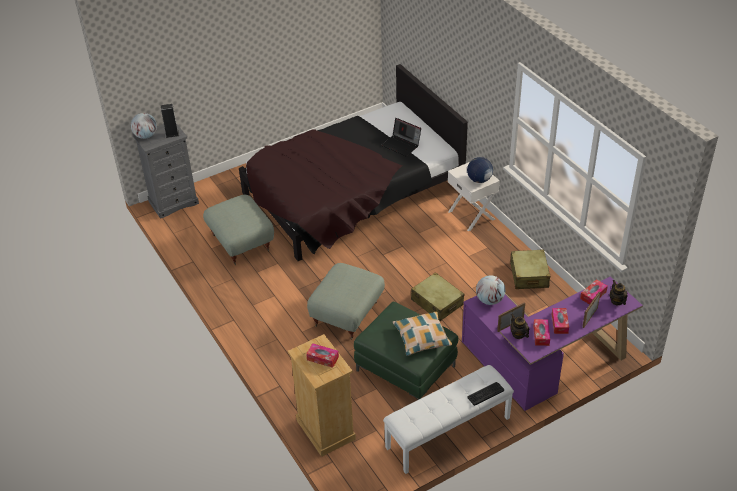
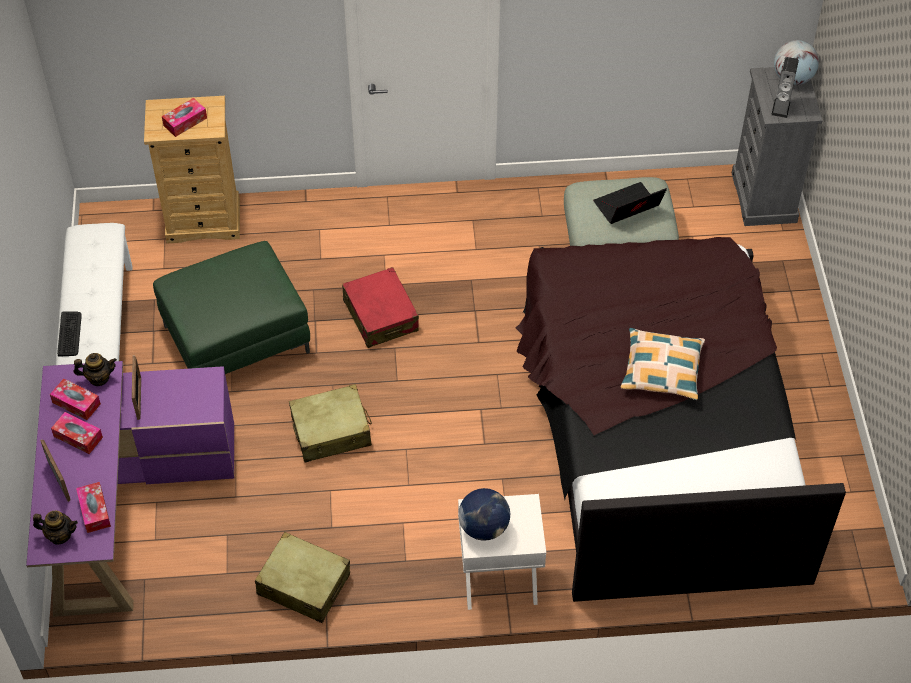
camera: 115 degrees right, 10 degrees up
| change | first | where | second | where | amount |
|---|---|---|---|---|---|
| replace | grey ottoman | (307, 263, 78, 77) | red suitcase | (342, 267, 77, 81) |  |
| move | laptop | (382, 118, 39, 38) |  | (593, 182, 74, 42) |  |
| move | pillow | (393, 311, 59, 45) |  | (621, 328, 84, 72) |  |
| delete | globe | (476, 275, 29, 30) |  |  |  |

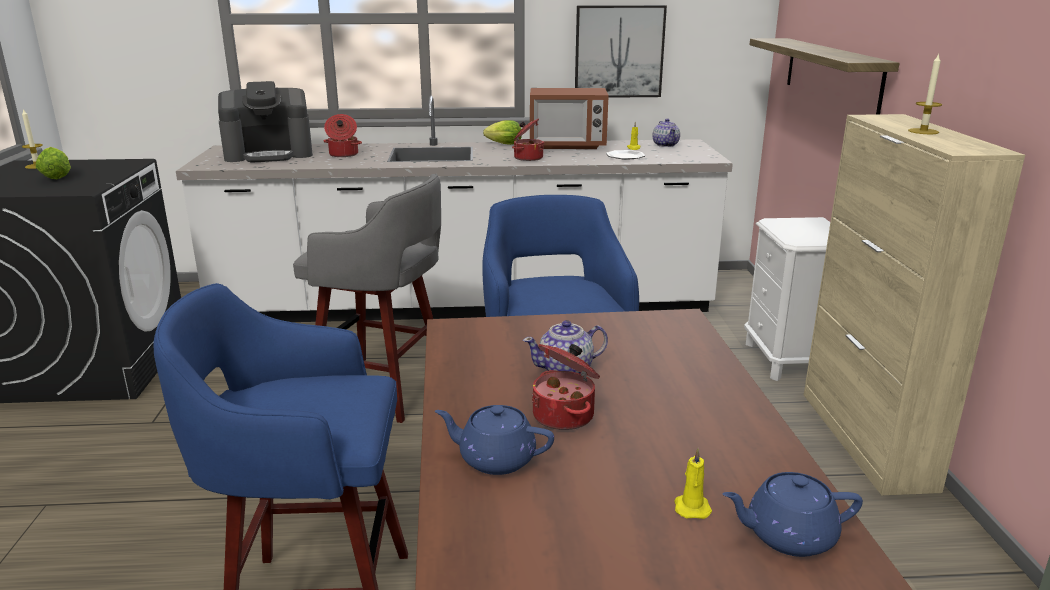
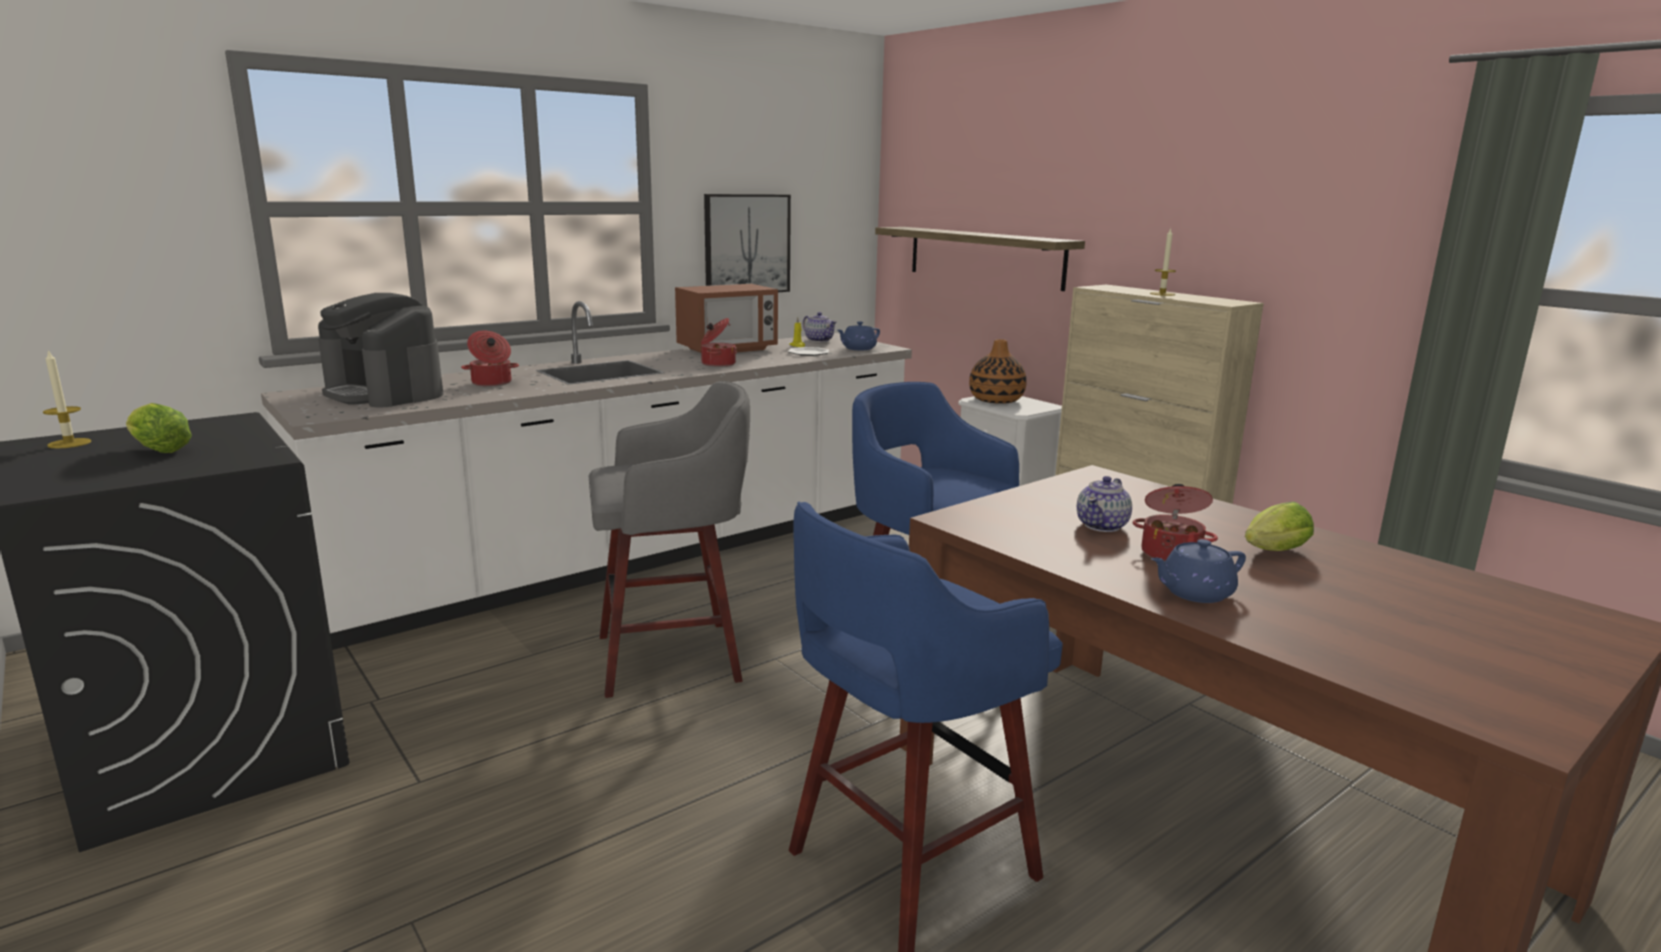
camera: 35 degrees left, 5 degrees down
| change | first | where | second | where | amount |
|---|---|---|---|---|---|
| rotate | coffee machine | (218, 81, 95, 82) |  | (318, 293, 125, 115) | 90 degrees clockwise |
| move | lettuce | (483, 120, 39, 25) |  | (1245, 502, 69, 49) |  |
| delete | yellow candle | (674, 448, 38, 71) |  |  |  |
| move | blue teapot | (722, 472, 141, 85) |  | (837, 322, 43, 28) |  |
| insert |  |  | vase | (969, 339, 58, 65) |  |

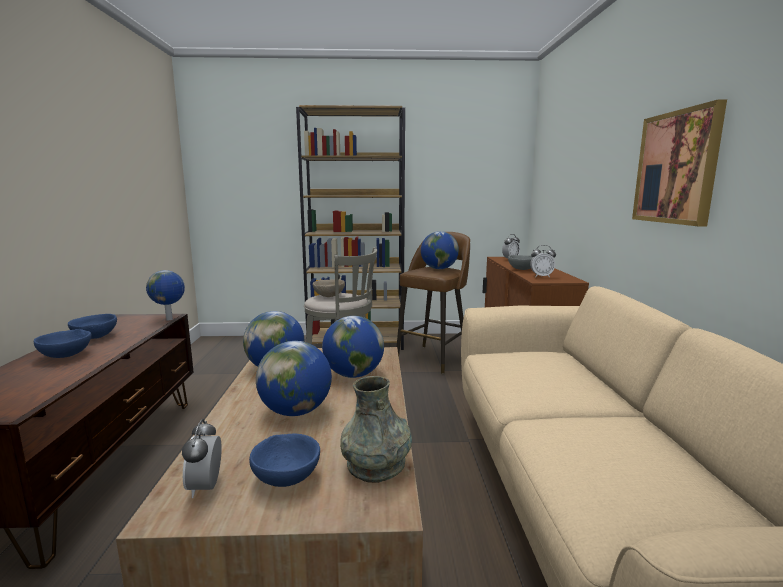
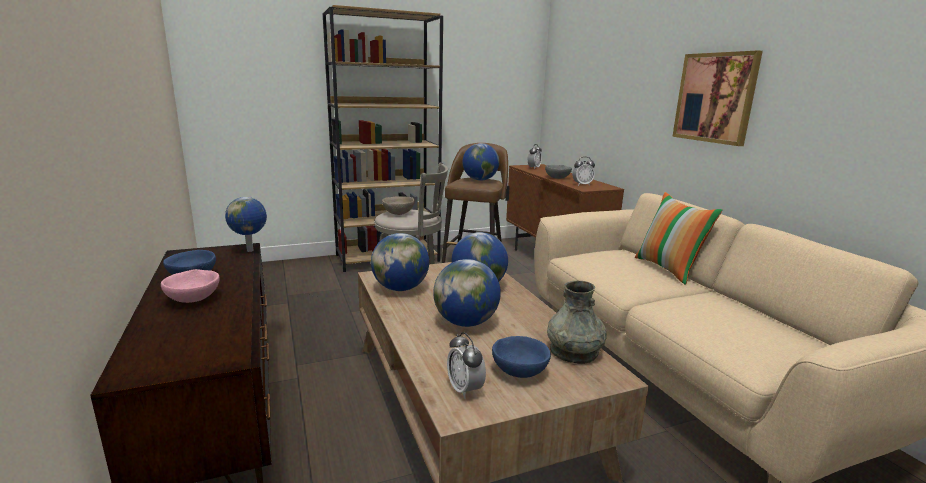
camera: 20 degrees left, 5 degrees up
| change | first | where | second | where | amount |
|---|---|---|---|---|---|
| recolor | blue bowl | (34, 329, 57, 29) | pink bowl | (161, 269, 59, 34) |  |
| insert |  |  | pillow | (635, 192, 88, 93) |  |

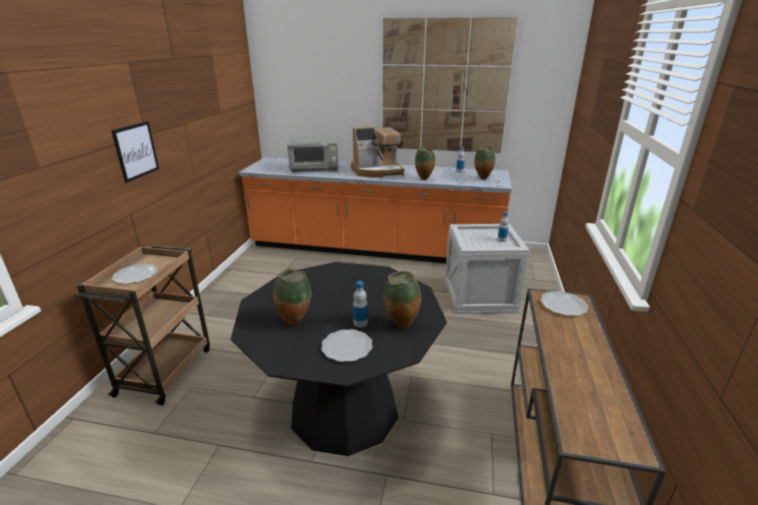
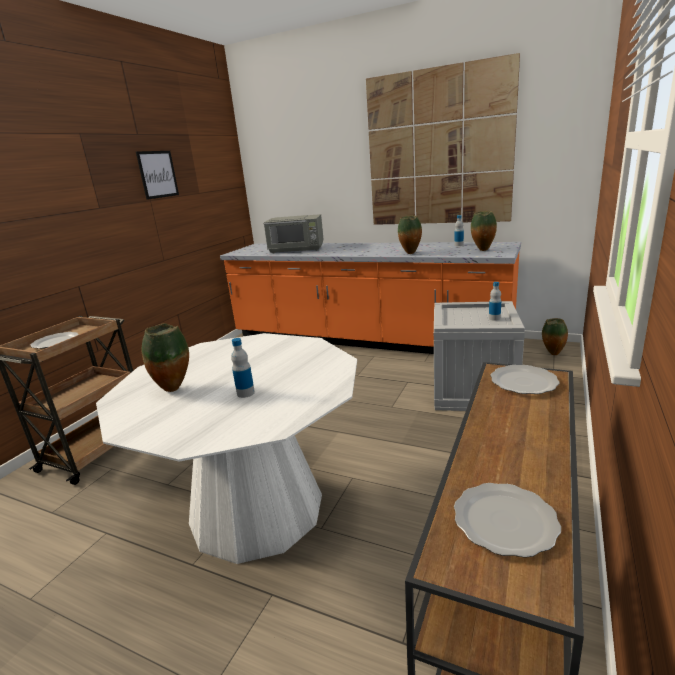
camera: 15 degrees right, 5 degrees down
| change | first | where | second | where | amount |
|---|---|---|---|---|---|
| move | picture | (112, 121, 47, 62) |  | (136, 151, 43, 49) |  |
| recolor | black dining table | (231, 262, 216, 194) | white dining table | (96, 333, 261, 231) |  |
| move | plate | (321, 329, 52, 33) |  | (454, 483, 107, 75) |  |
| delete | coffee machine | (351, 127, 54, 50) |  |  |  |
| move | vase | (383, 271, 38, 58) |  | (542, 318, 26, 37) |  |

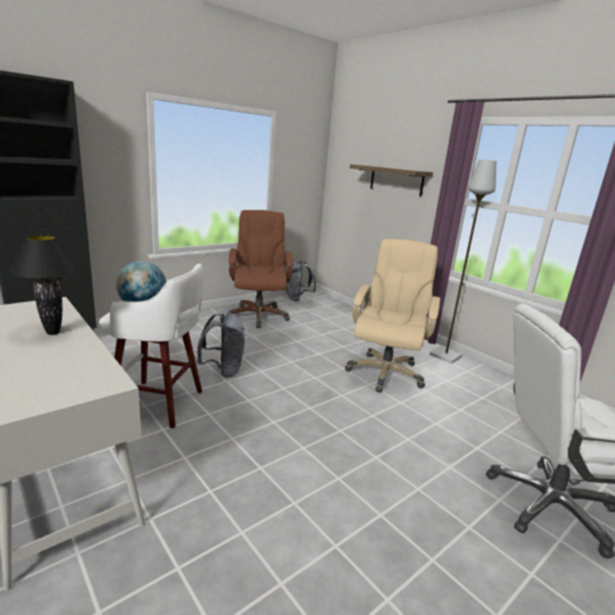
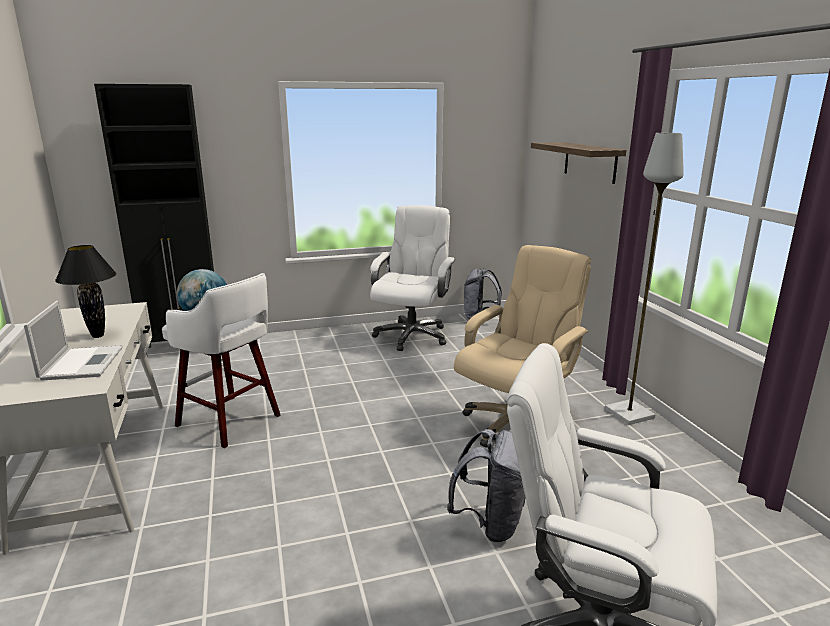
camera: 25 degrees right, 0 degrees up
| change | first | where | second | where | amount |
|---|---|---|---|---|---|
| move | grey backpack | (197, 313, 48, 65) |  | (447, 429, 78, 113) |  |
| recolor | brown office chair | (228, 210, 65, 118) | white office chair | (370, 205, 85, 146) |  |
| insert |  |  | laptop | (24, 301, 99, 80) |  |

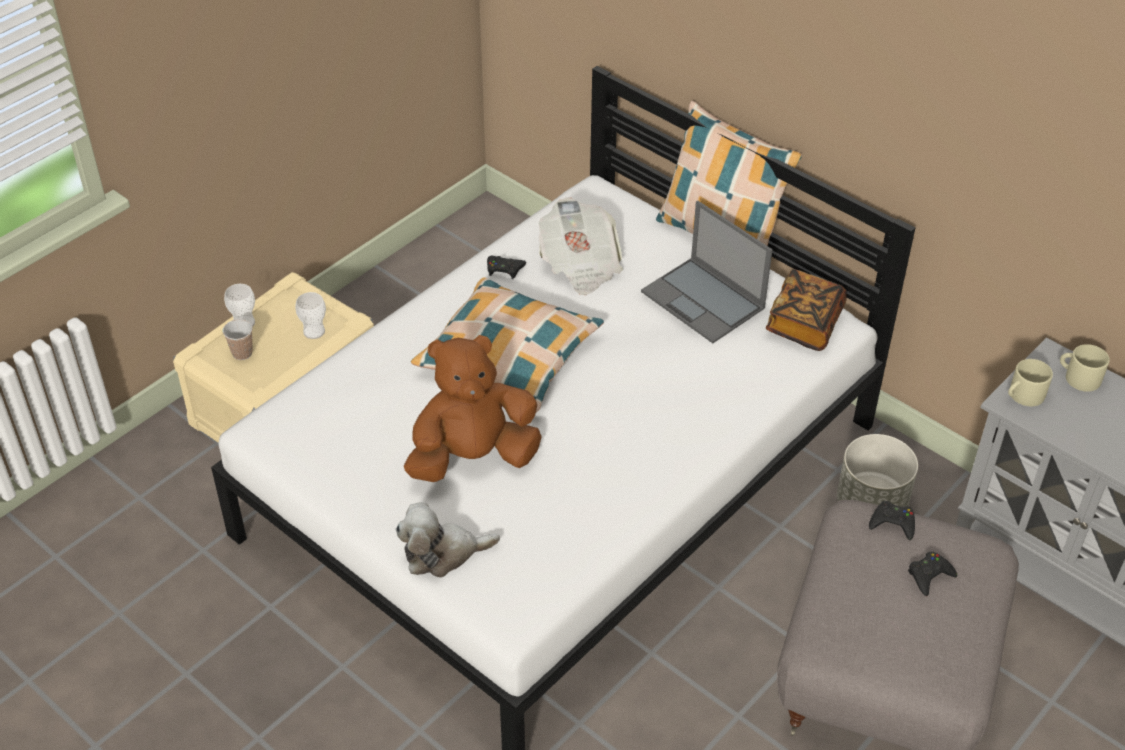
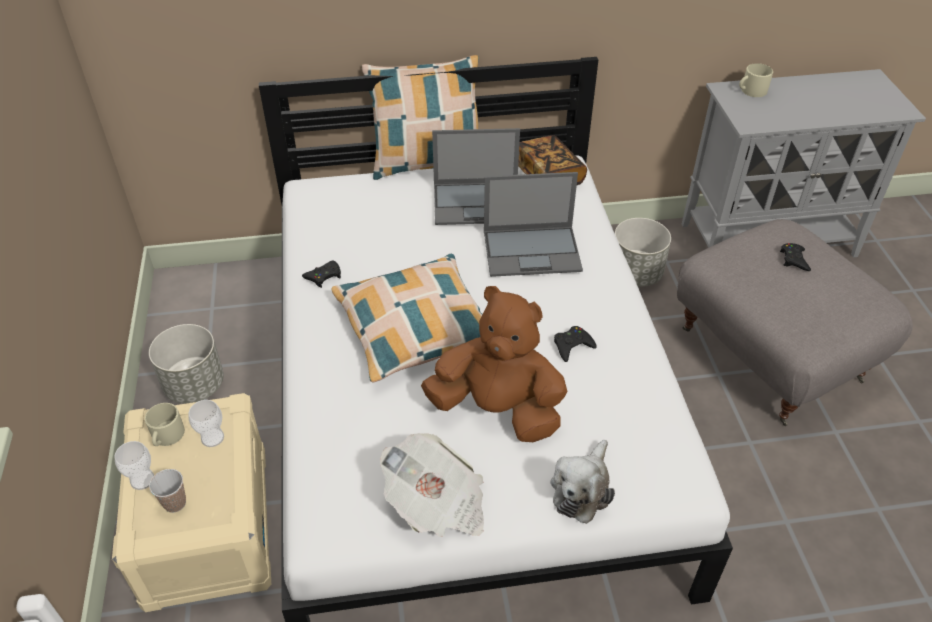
camera: 50 degrees left, 0 degrees up
| change | first | where | second | where | amount |
|---|---|---|---|---|---|
| rotate | brown plush toy | (404, 335, 138, 147) |  | (421, 286, 146, 156) | 90 degrees clockwise |
| move | newspaper | (538, 197, 85, 98) |  | (380, 433, 104, 104) |  |
| move | black game controller | (869, 501, 46, 39) |  | (554, 326, 42, 36) |  |
| move | beige mug | (1008, 359, 45, 47) |  | (145, 403, 40, 43) |  |
| insert |  |  | grey planter | (149, 324, 75, 79) |  |
| insert |  |  | laptop | (484, 172, 99, 105) |  |

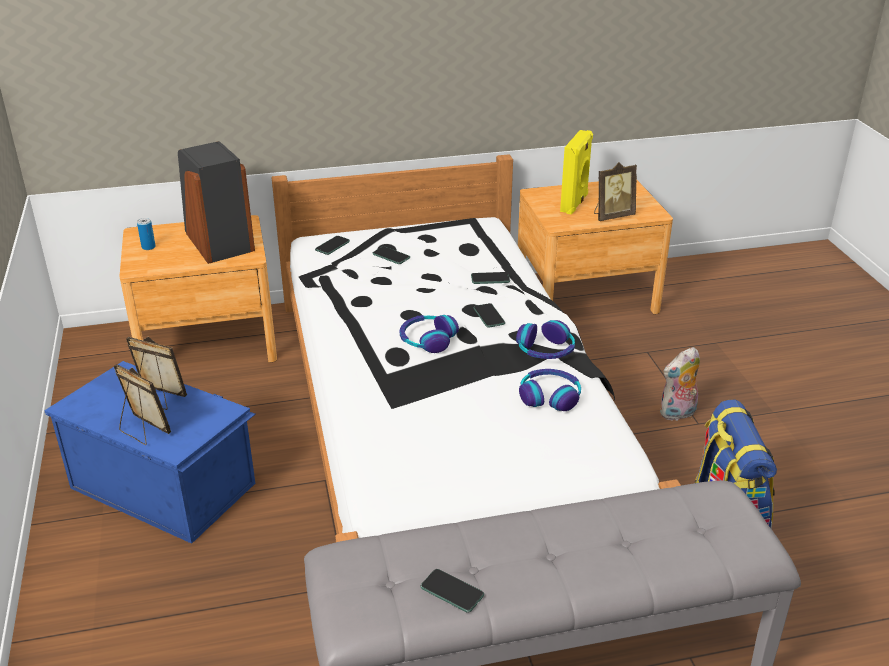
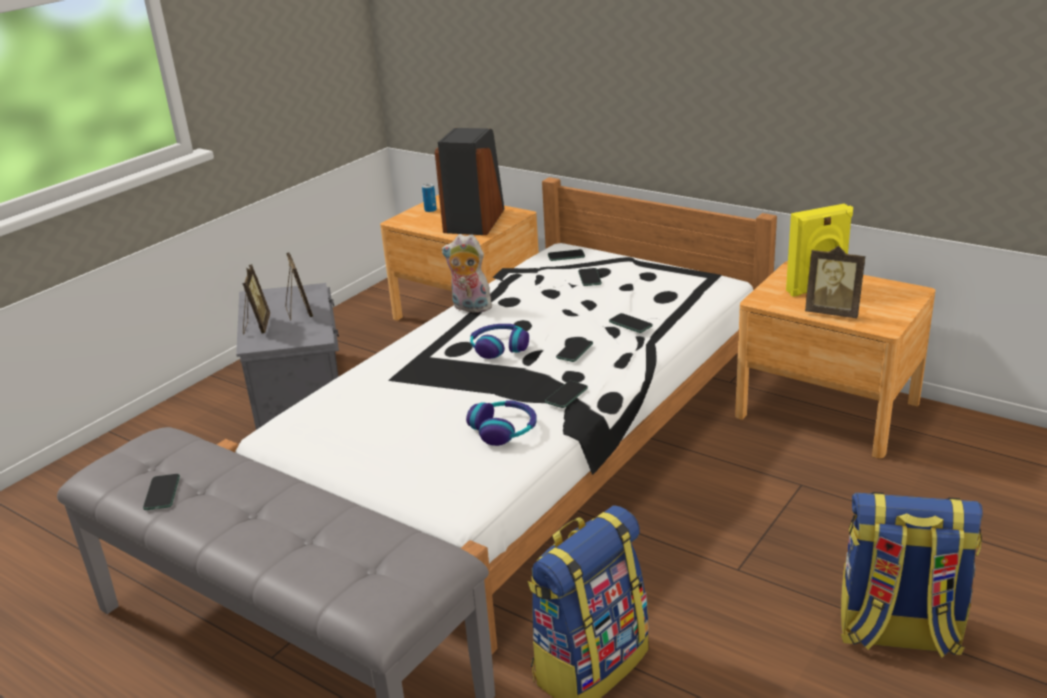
camera: 50 degrees right, 5 degrees down
| change | first | where | second | where | amount |
|---|---|---|---|---|---|
| recolor | blue storage box | (44, 361, 212, 183) | grey storage box | (236, 283, 103, 147) |  |
| replace | headphones | (516, 320, 59, 39) | phone | (545, 381, 43, 27) |  |
| move | plush toy | (660, 347, 40, 74) |  | (442, 234, 52, 79) |  |
| insert |  |  | backpack | (841, 492, 141, 166) |  |

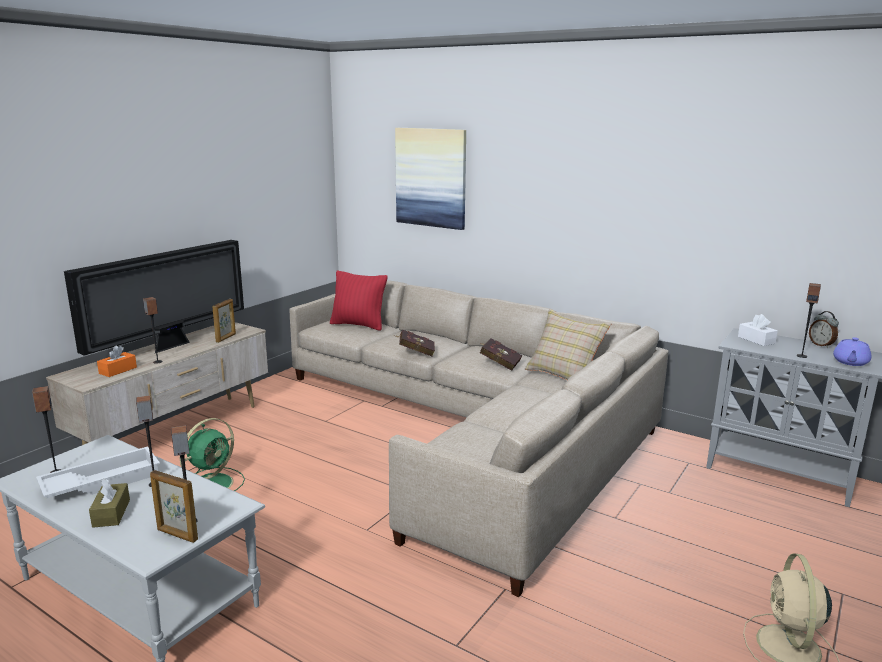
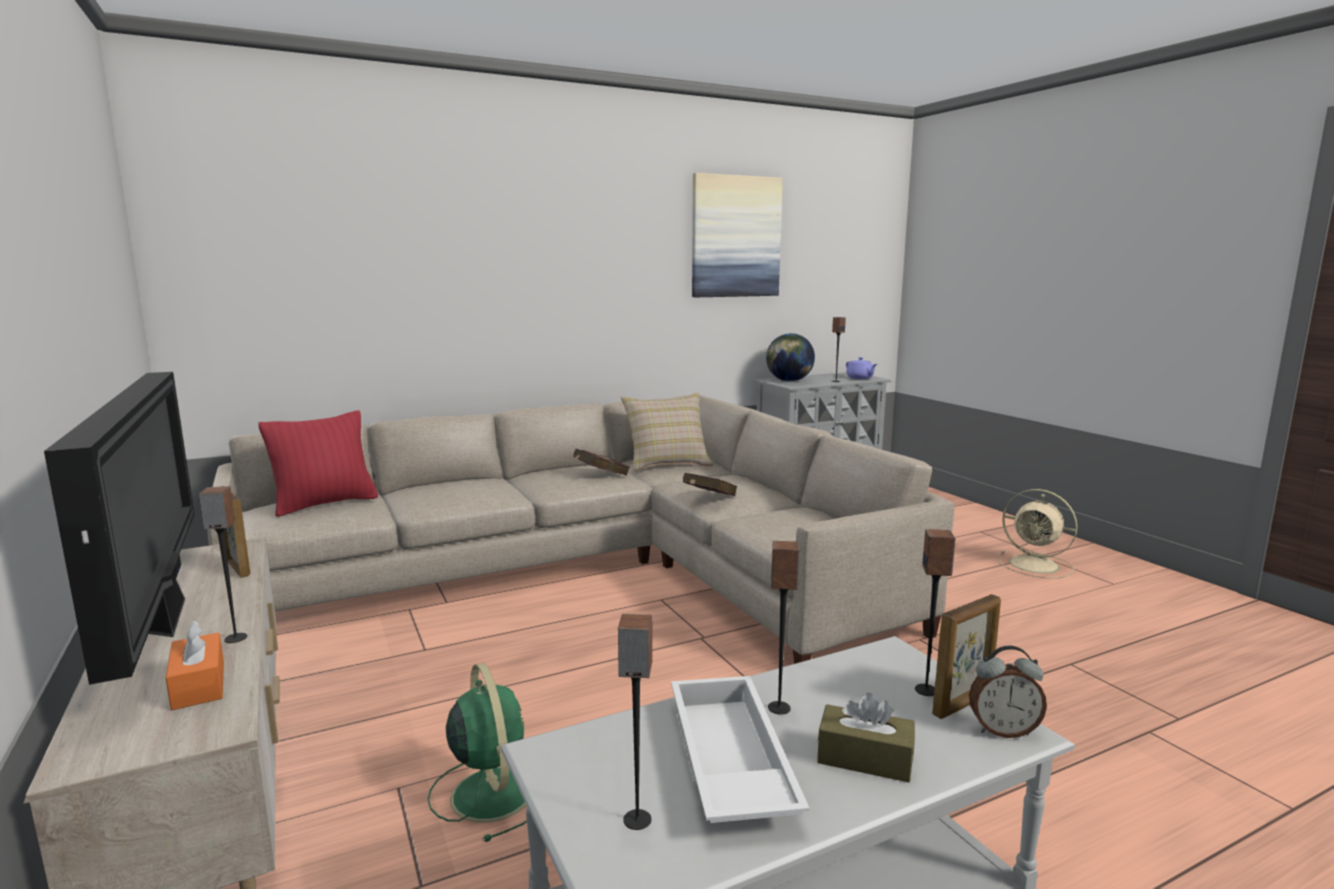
camera: 60 degrees left, 5 degrees down
| change | first | where | second | where | amount |
|---|---|---|---|---|---|
| move | picture | (395, 128, 71, 102) |  | (692, 173, 91, 124) |  |
| move | red book | (395, 329, 40, 28) |  | (683, 473, 54, 23) |  |
| replace | white tissue box | (738, 314, 40, 32) | globe | (766, 333, 49, 48) |  |
| move | alarm clock | (809, 311, 30, 37) |  | (969, 646, 78, 92) |  |

